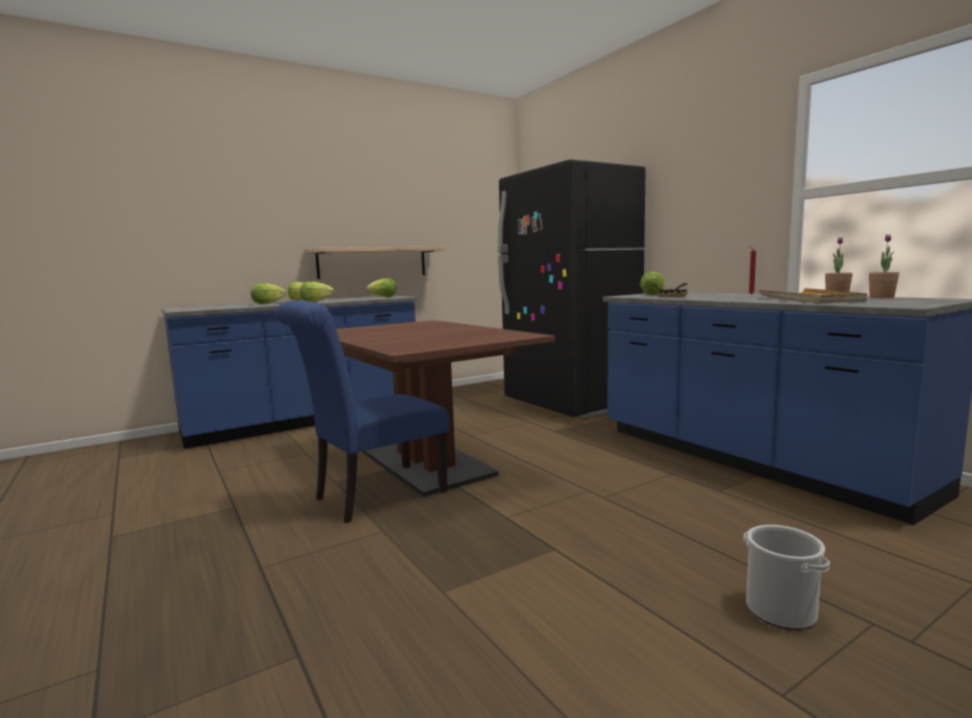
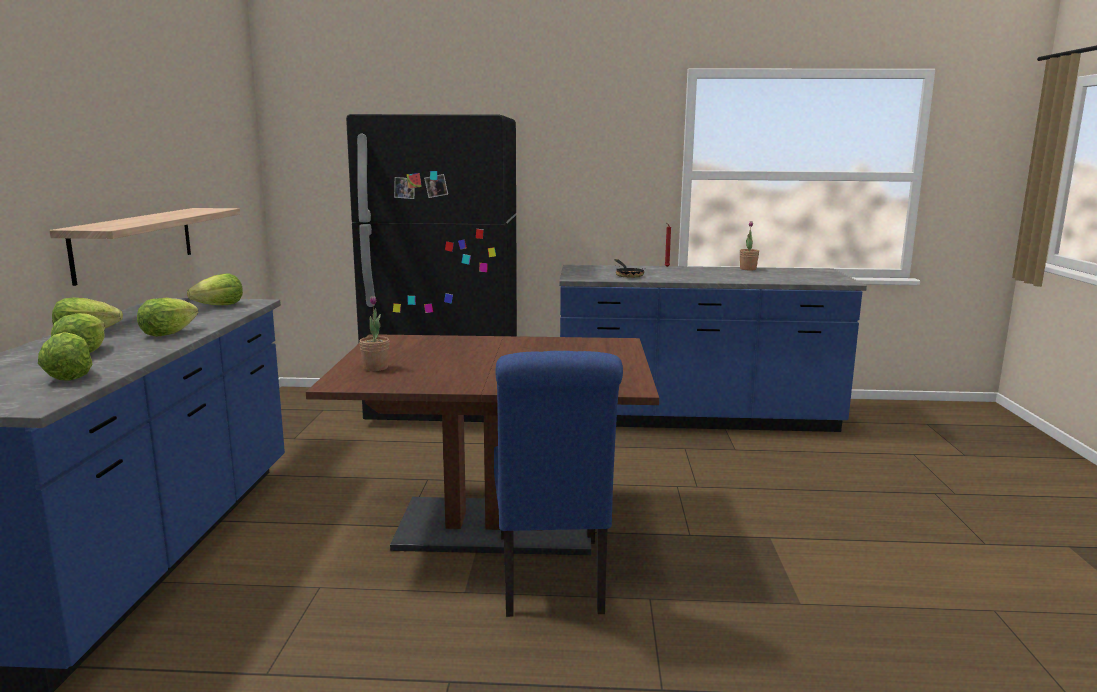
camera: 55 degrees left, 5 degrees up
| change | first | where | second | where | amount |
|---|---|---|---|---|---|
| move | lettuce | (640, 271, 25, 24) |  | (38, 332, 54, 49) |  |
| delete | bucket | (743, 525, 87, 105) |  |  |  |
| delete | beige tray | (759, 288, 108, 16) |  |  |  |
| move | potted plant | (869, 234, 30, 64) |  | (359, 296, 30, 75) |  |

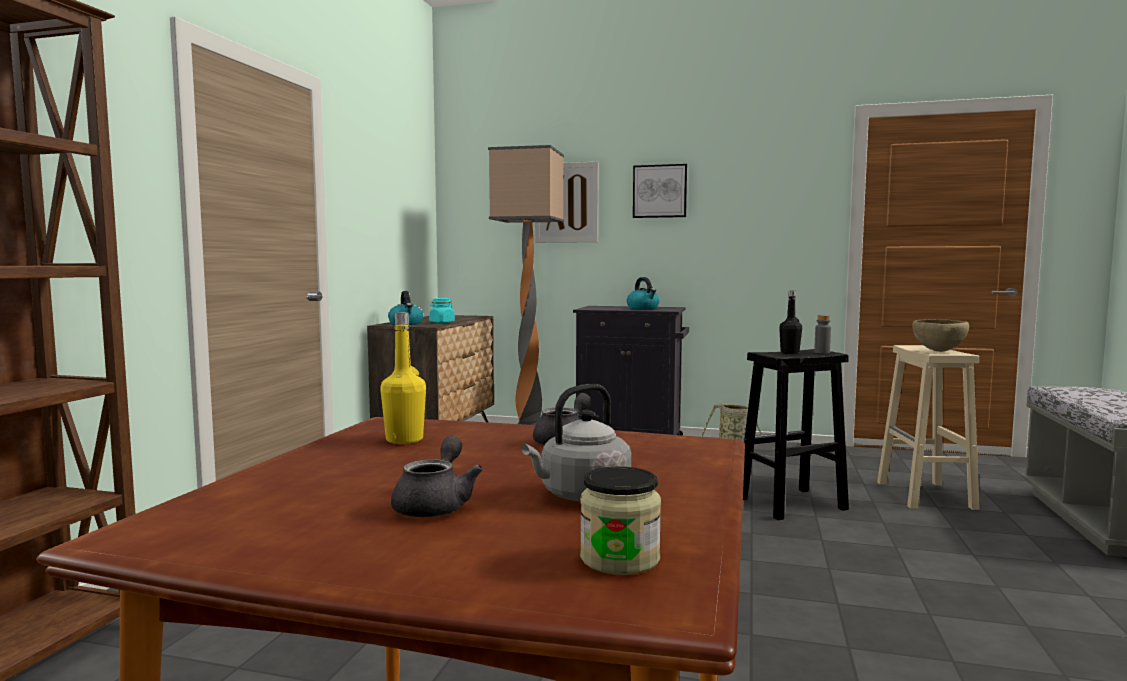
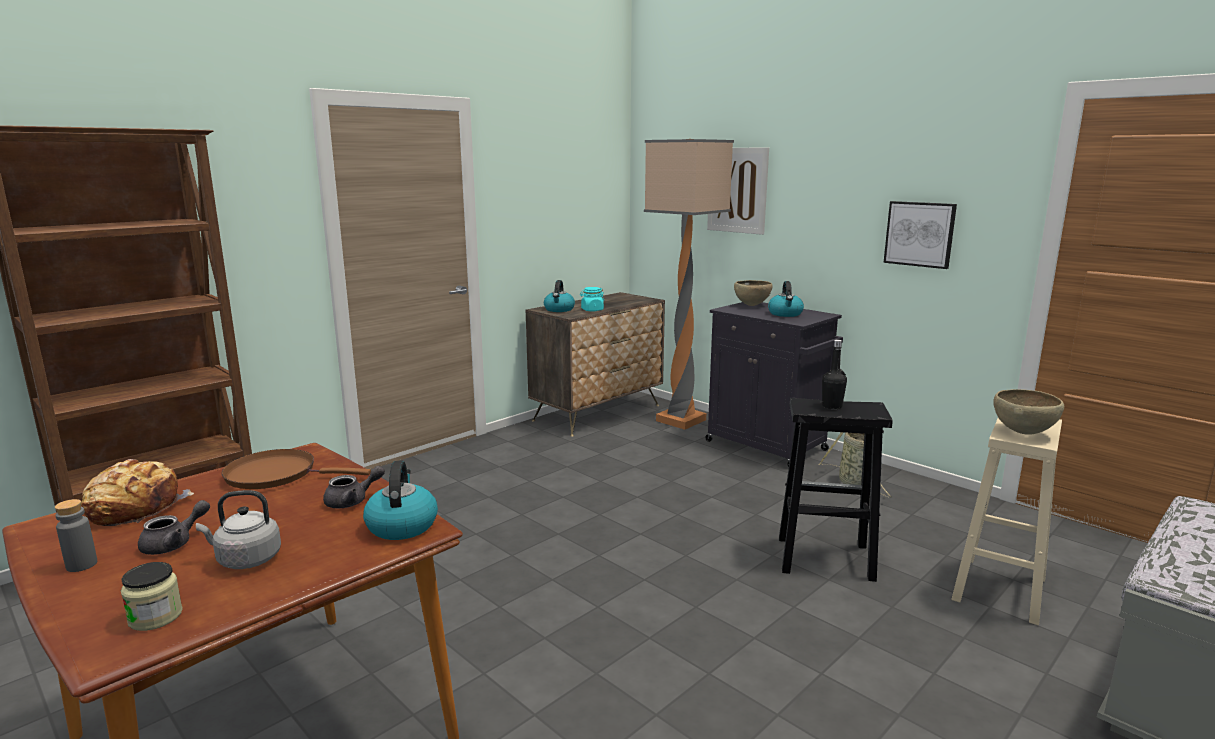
camera: 30 degrees right, 10 degrees up
| change | first | where | second | where | amount |
|---|---|---|---|---|---|
| replace | yellow bottle | (380, 312, 46, 132) | brown frying pan | (221, 449, 150, 40) |  |
| move | picture | (633, 164, 54, 54) |  | (883, 201, 74, 68) |  |
| move | grey bottle | (814, 315, 17, 39) |  | (55, 499, 42, 73) |  |
| insert |  |  | bread | (81, 459, 113, 67) |  |
| insert |  |  | kettle | (363, 461, 75, 79) |  |
| insert |  |  | brown bowl | (734, 280, 39, 26) |  |

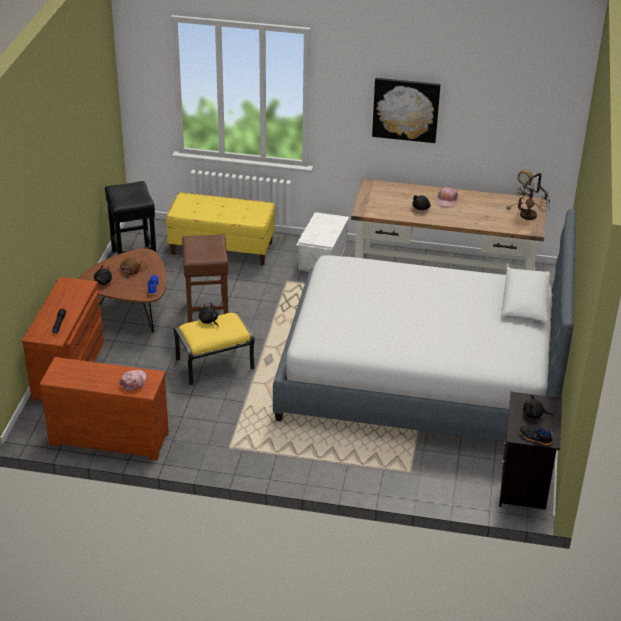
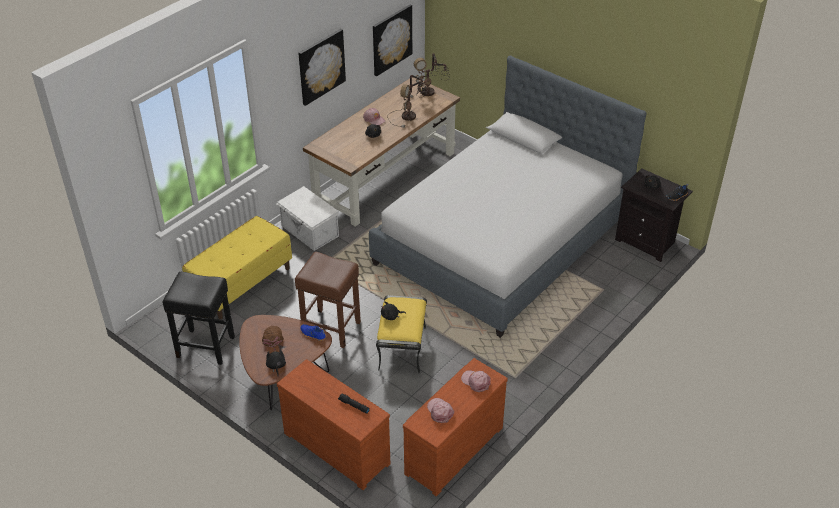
camera: 60 degrees left, 5 degrees up
| change | first | where | second | where | amount |
|---|---|---|---|---|---|
| insert |  |  | picture | (373, 4, 39, 72) |  |
| insert |  |  | table lamp | (387, 75, 39, 53) |  |
| insert |  |  | pink cap | (427, 398, 27, 25) |  |

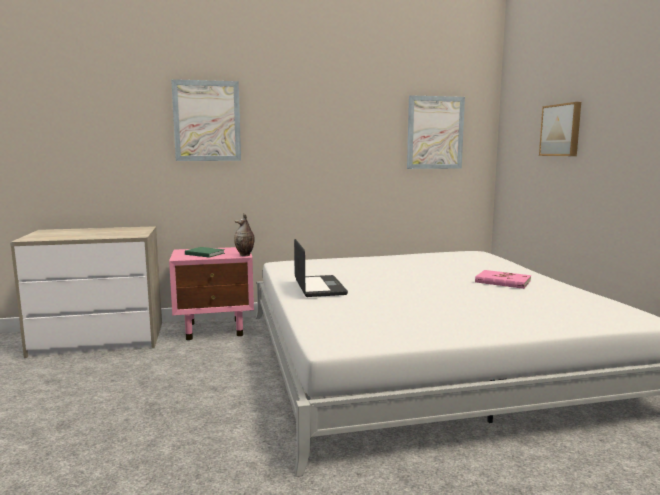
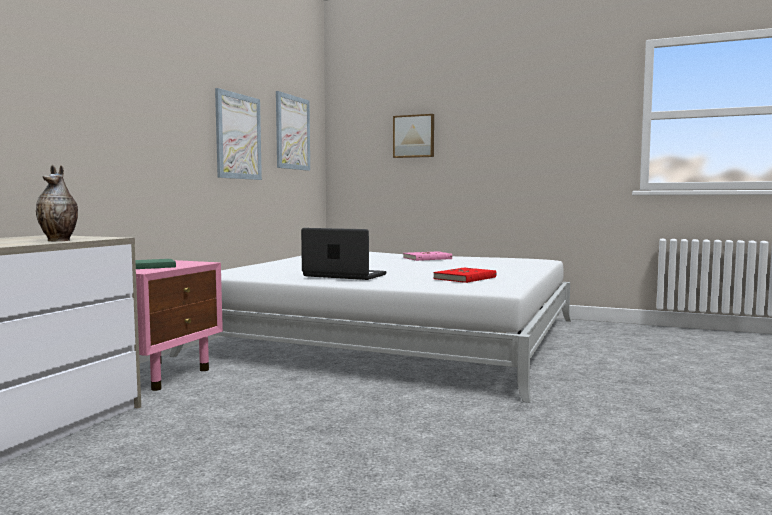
camera: 55 degrees left, 5 degrees down
| change | first | where | second | where | amount |
|---|---|---|---|---|---|
| move | picture | (171, 79, 70, 82) |  | (215, 88, 47, 92) |  |
| move | vase | (234, 214, 21, 42) |  | (36, 165, 42, 76) |  |
| insert |  |  | red book | (433, 268, 63, 15) |  |

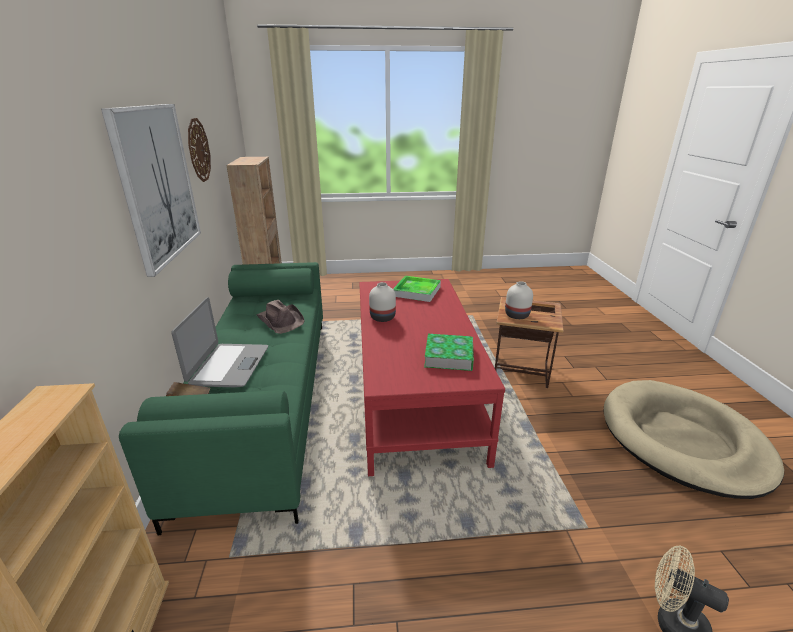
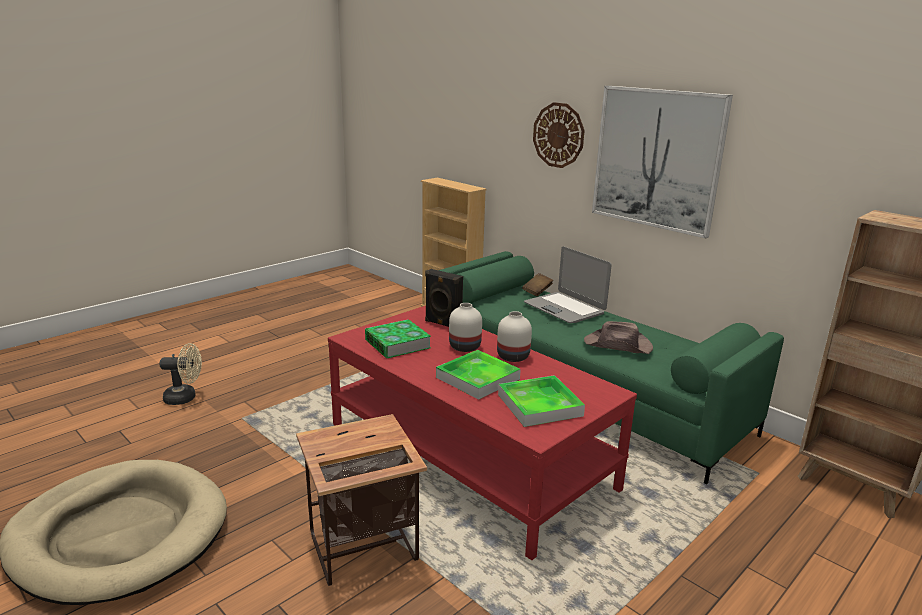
camera: 140 degrees right, 5 degrees down
| change | first | where | second | where | amount |
|---|---|---|---|---|---|
| move | wall clock | (188, 118, 23, 64) |  | (533, 102, 52, 66) |  |
| move | white vase | (505, 281, 28, 38) |  | (449, 303, 33, 49) |  |
| insert |  |  | black speaker | (425, 269, 38, 58) |  |
| insert |  |  | tray | (436, 350, 85, 50) |  |

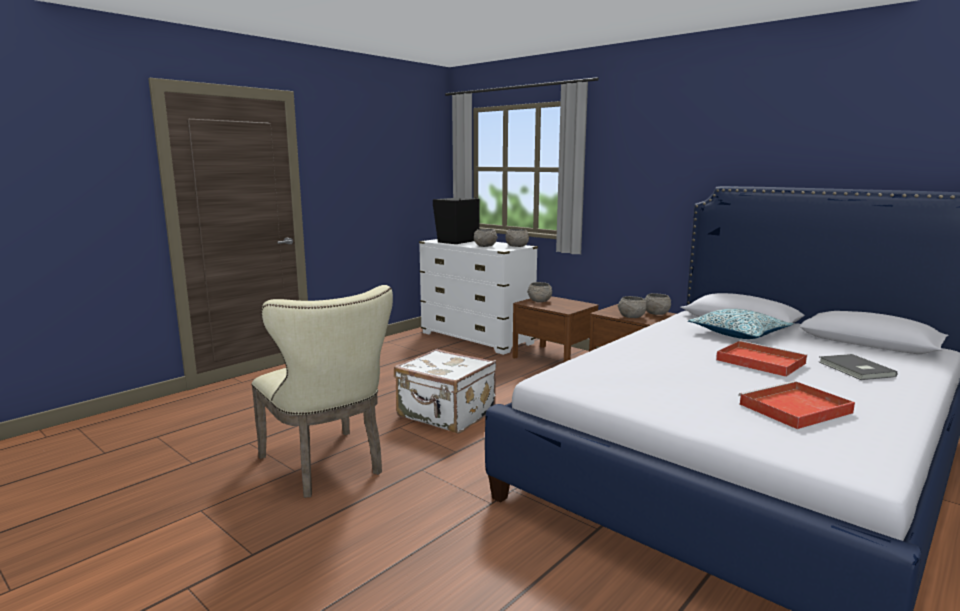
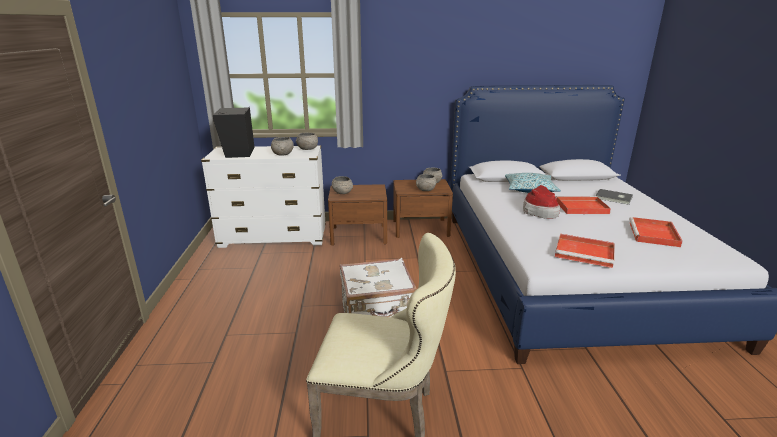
camera: 45 degrees left, 10 degrees up
| change | first | where | second | where | amount |
|---|---|---|---|---|---|
| insert |  |  | hat | (523, 185, 37, 34) |  |
| insert |  |  | red tray | (555, 234, 60, 34) |  |

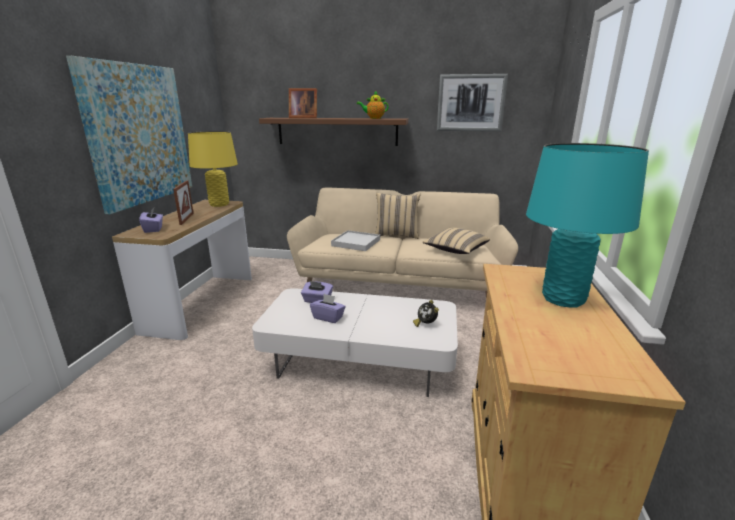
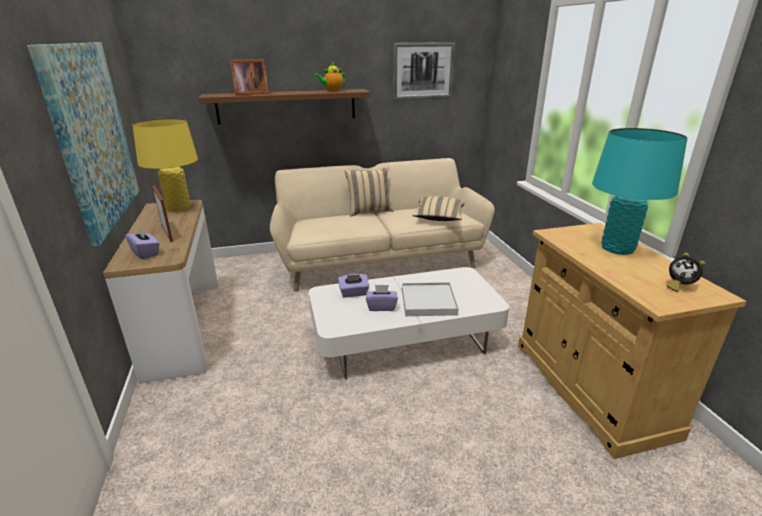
camera: 25 degrees left, 5 degrees up
| change | first | where | second | where | amount |
|---|---|---|---|---|---|
| move | white tray | (331, 230, 49, 21) |  | (402, 282, 57, 34) |  |
| move | alarm clock | (413, 300, 26, 27) |  | (667, 253, 38, 39) |  |

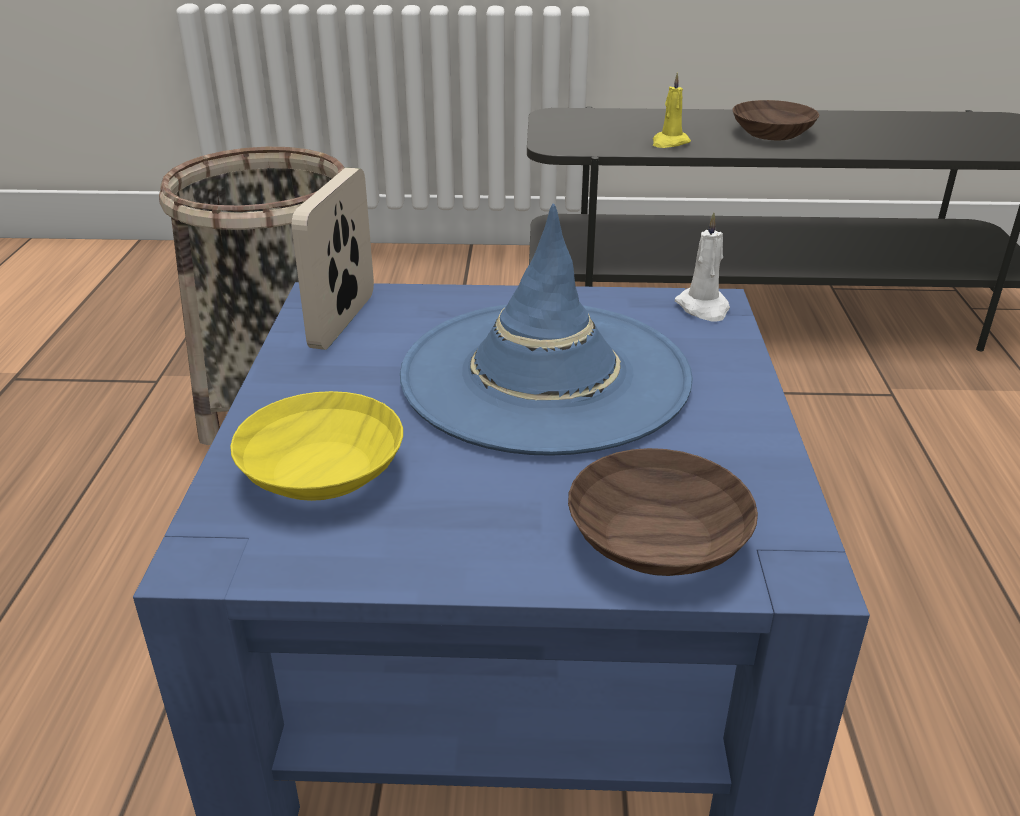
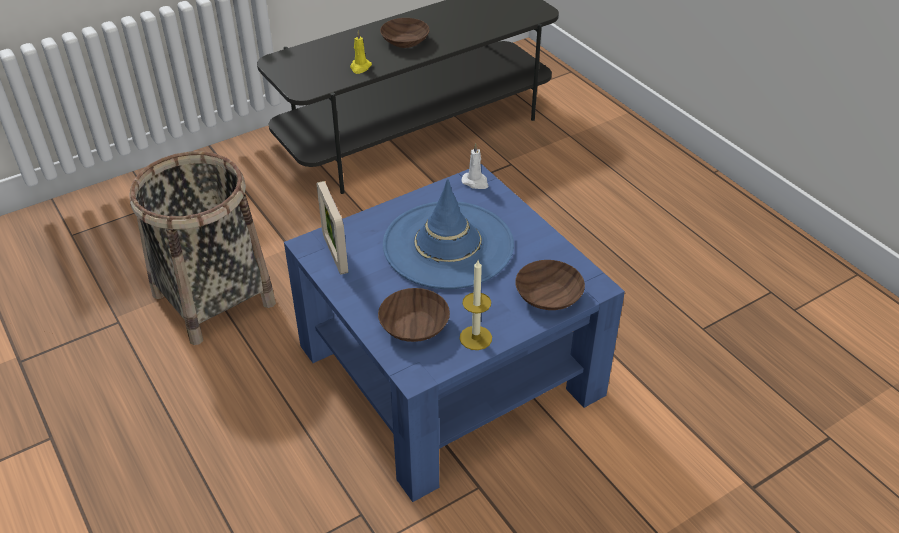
camera: 35 degrees left, 10 degrees up
| change | first | where | second | where | amount |
|---|---|---|---|---|---|
| recolor | yellow bowl | (230, 391, 173, 110) | brown bowl | (378, 288, 72, 54) |  |
| insert |  |  | candle | (460, 260, 32, 90) |  |

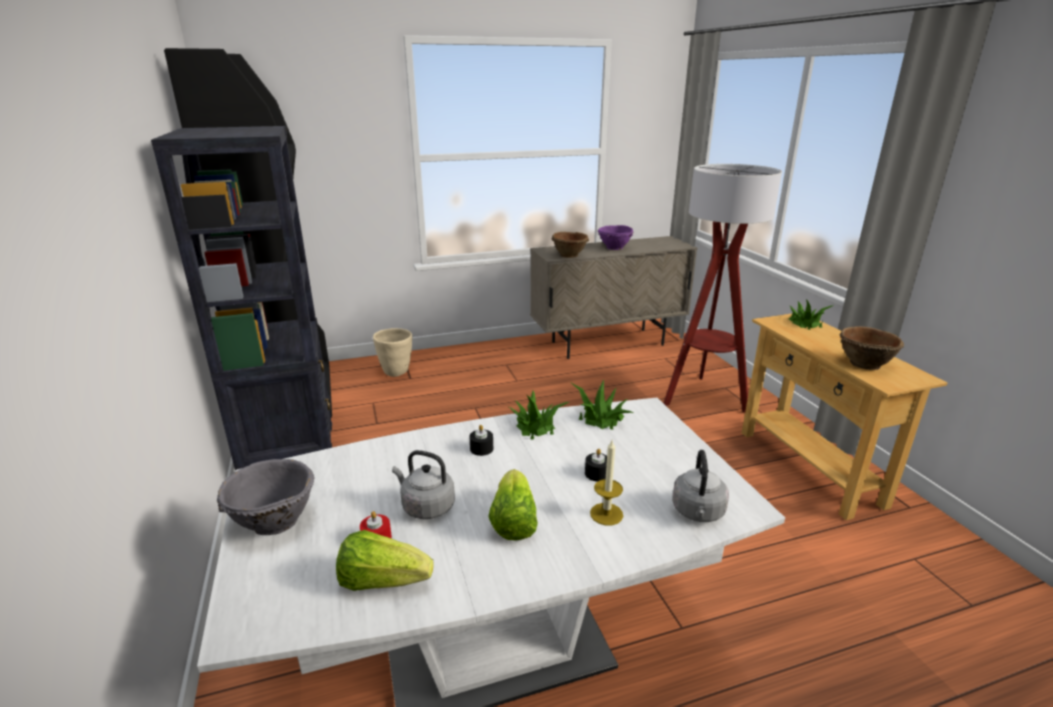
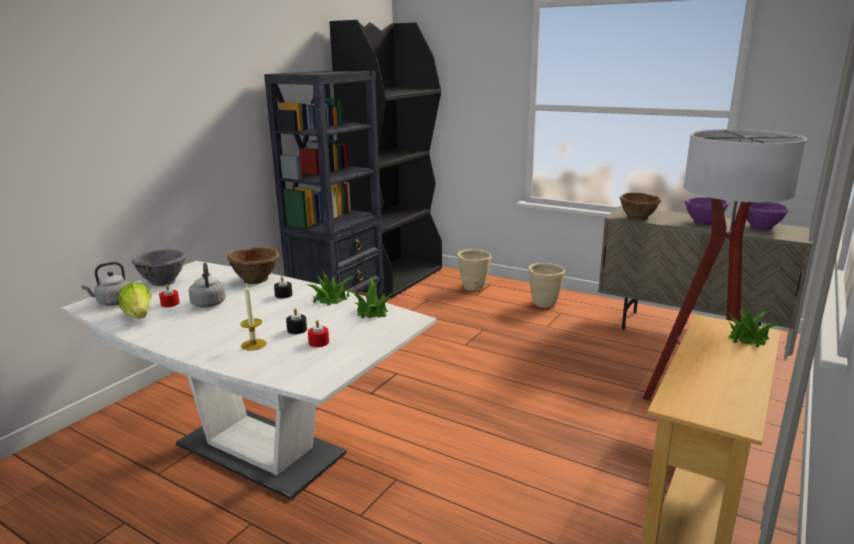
camera: 50 degrees right, 5 degrees down
| change | first | where | second | where | amount |
|---|---|---|---|---|---|
| delete | lettuce | (488, 469, 50, 72) |  |  |  |
| move | grey kettle | (672, 450, 57, 72) |  | (81, 262, 50, 44) |  |
| move | brown bowl | (840, 326, 64, 44) |  | (227, 247, 52, 37) |  |
| insert |  |  | red candle | (308, 320, 21, 27) |  |
| insert |  |  | beige planter | (528, 263, 37, 45) |  |
| insert |  |  | purple bowl | (746, 202, 43, 29) |  |

